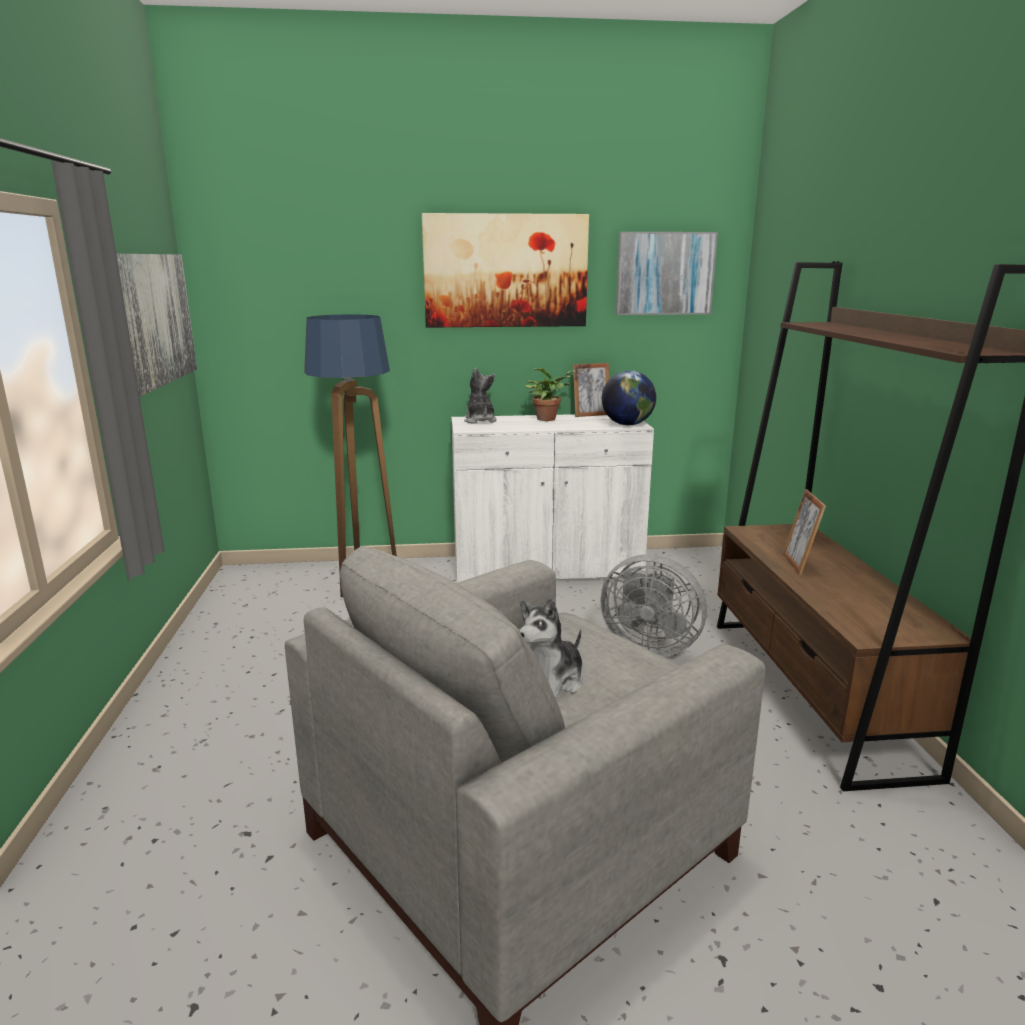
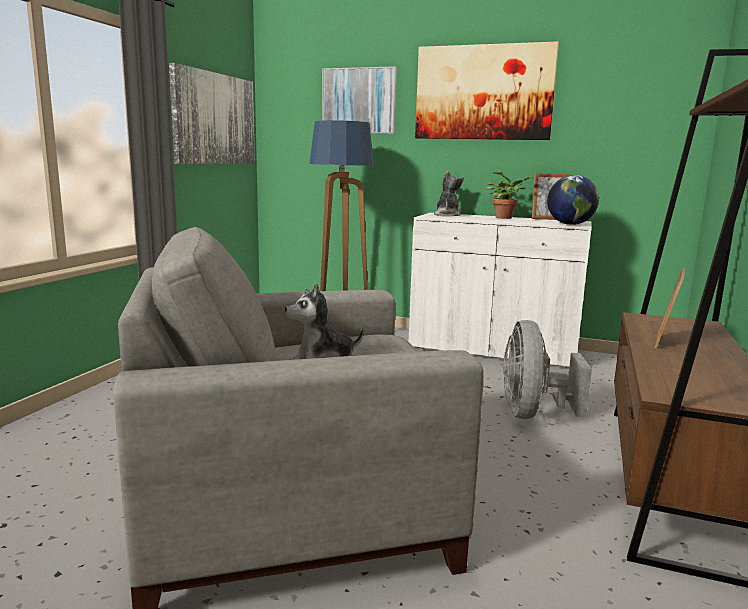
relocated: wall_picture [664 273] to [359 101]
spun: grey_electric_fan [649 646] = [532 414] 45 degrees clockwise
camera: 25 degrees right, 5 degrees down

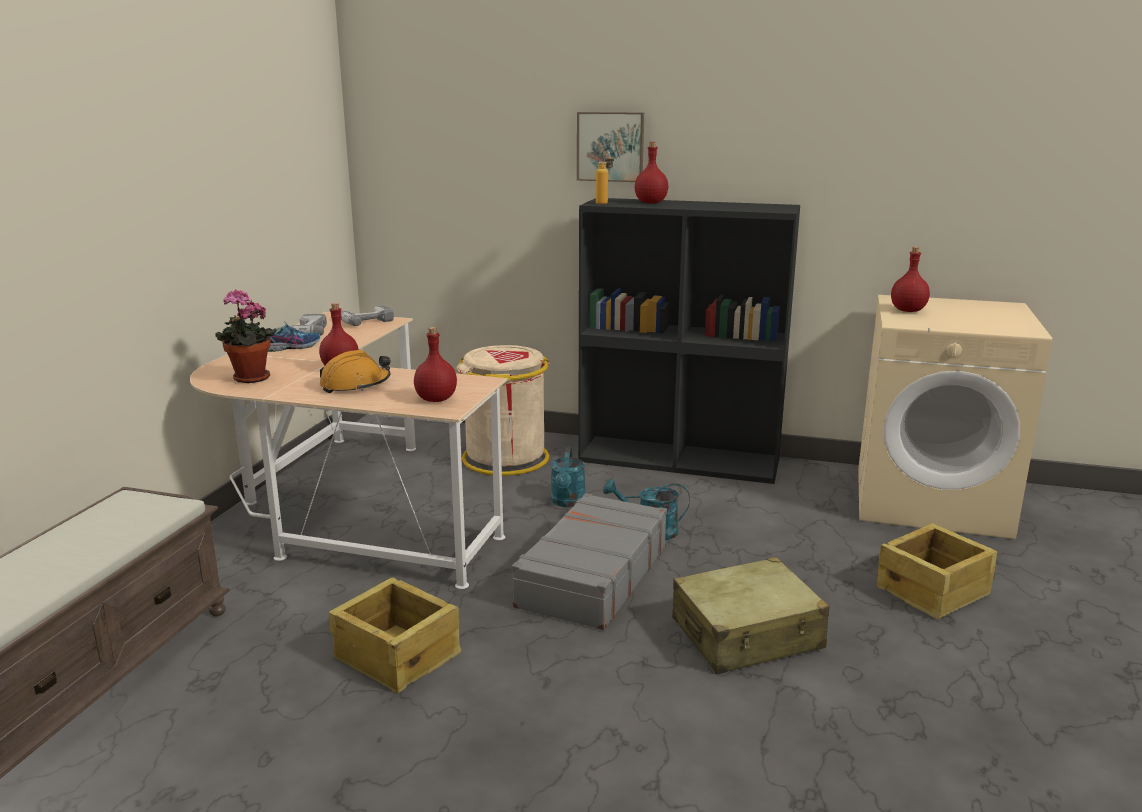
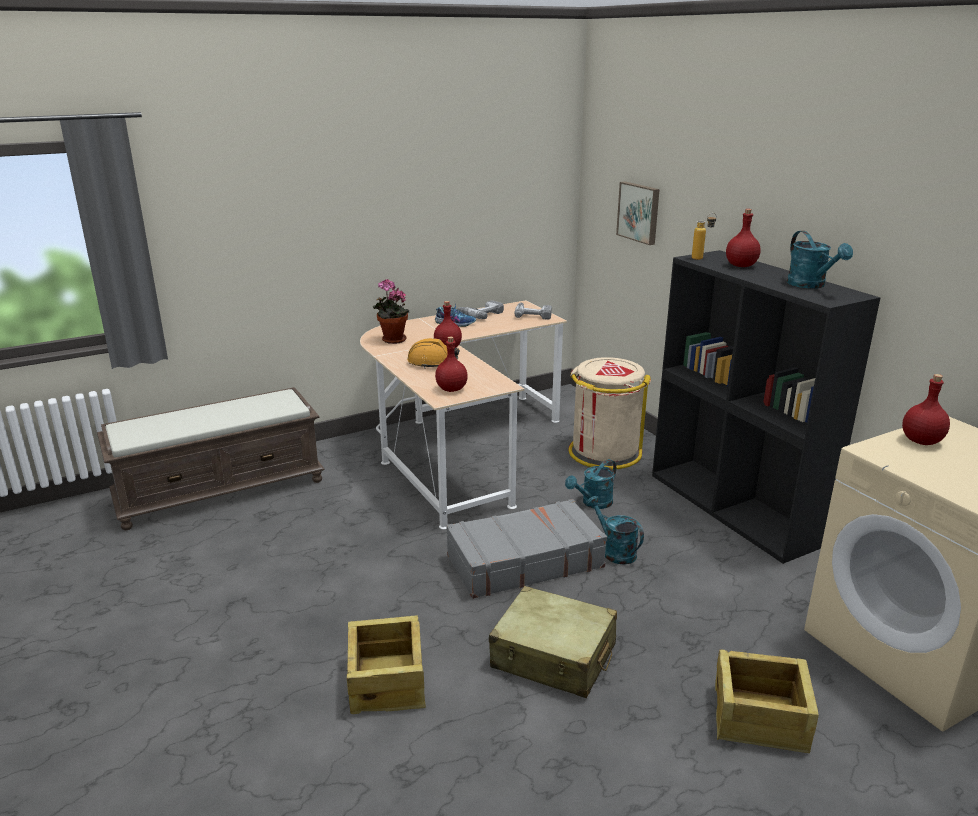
appeared: blue-green_watering_can [811 285]
relocated: shipping_crate [397 654] to [388 680]; wall_picture [610 146] to [639 212]
camera: 45 degrees right, 5 degrees up

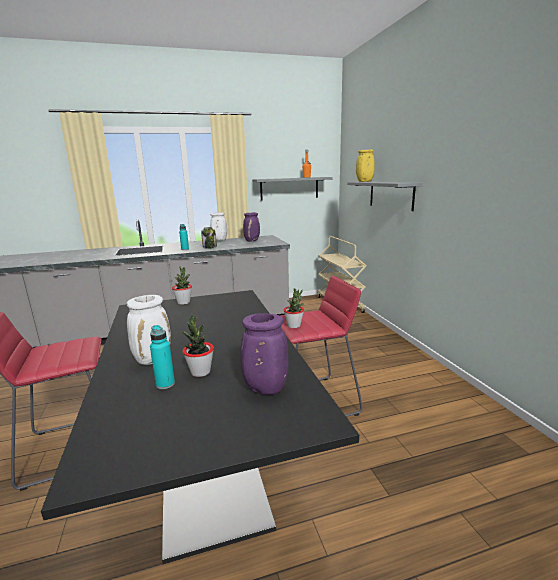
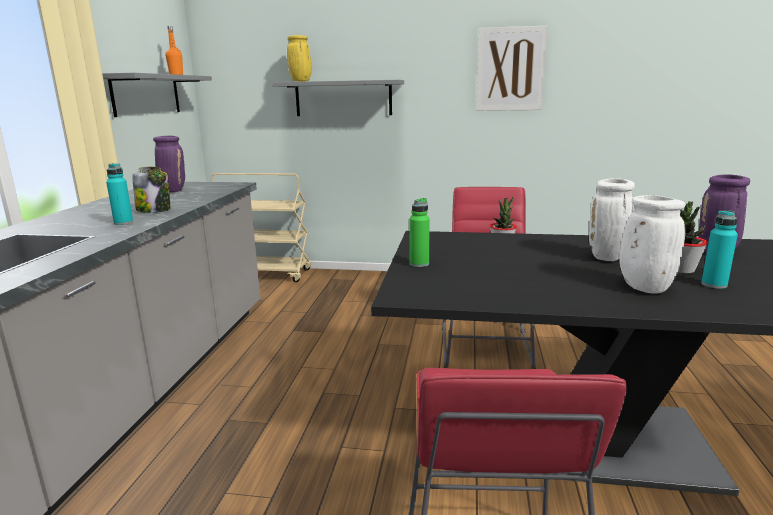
appeared: wall_picture [510 69]
relocated: whitish_flower_vase [219 240] to [607 258]
exchanged: houseplant [183 302] to green_beverage_bottle [419 264]
camera: 65 degrees left, 0 degrees up

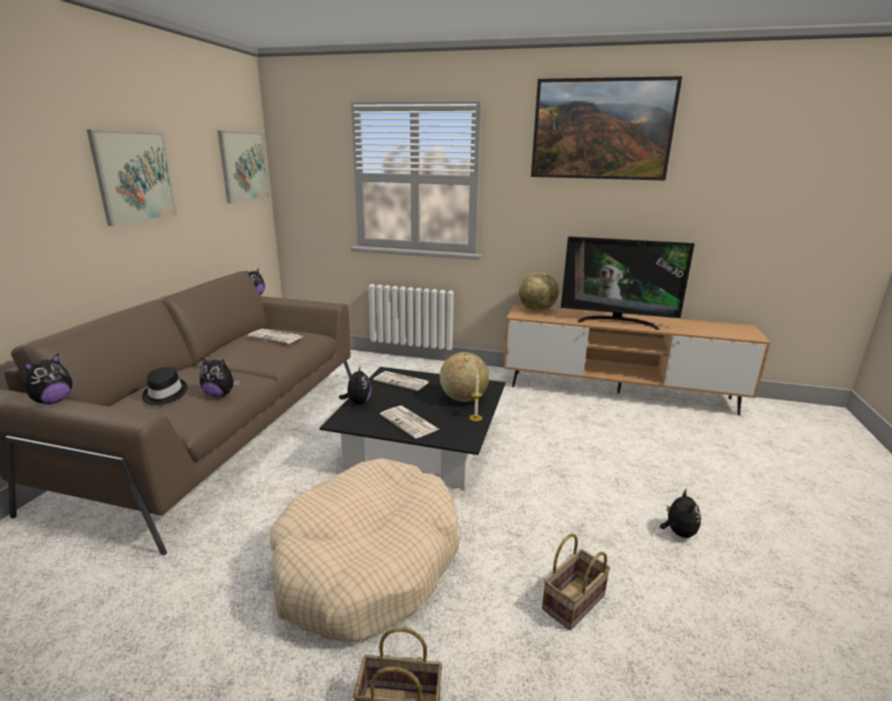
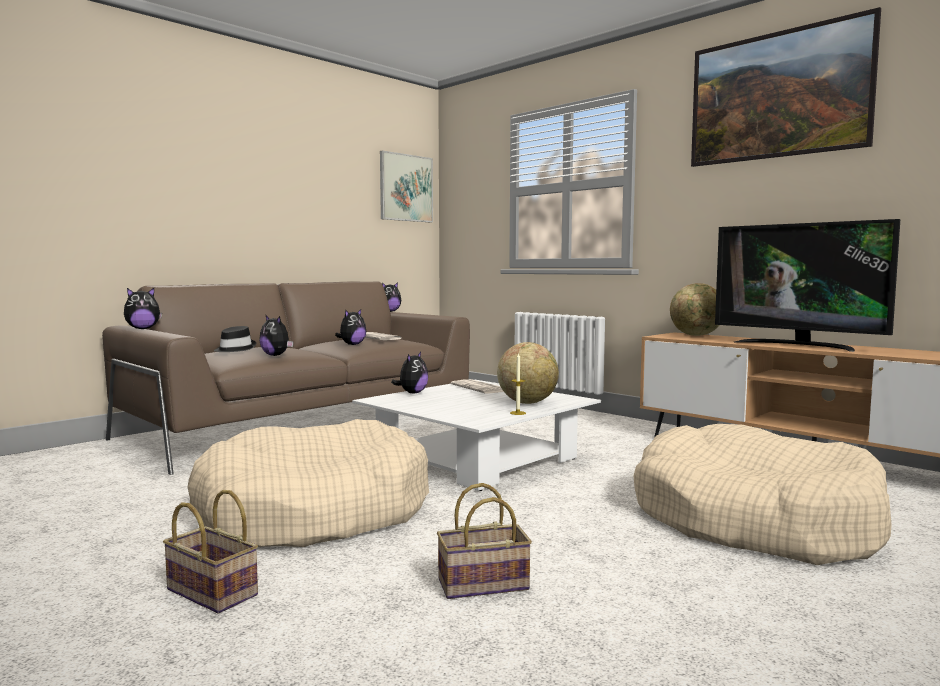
missing: wall_picture [134 177]; printed_paper [410 422]
appeared: sand-coloured_pet_bed [753 520]
relocated: cuddly_toy [678 533] to [352 344]
colour: black_low_table [421 445] to whitish_low_table [476 458]
camera: 30 degrees right, 15 degrees down

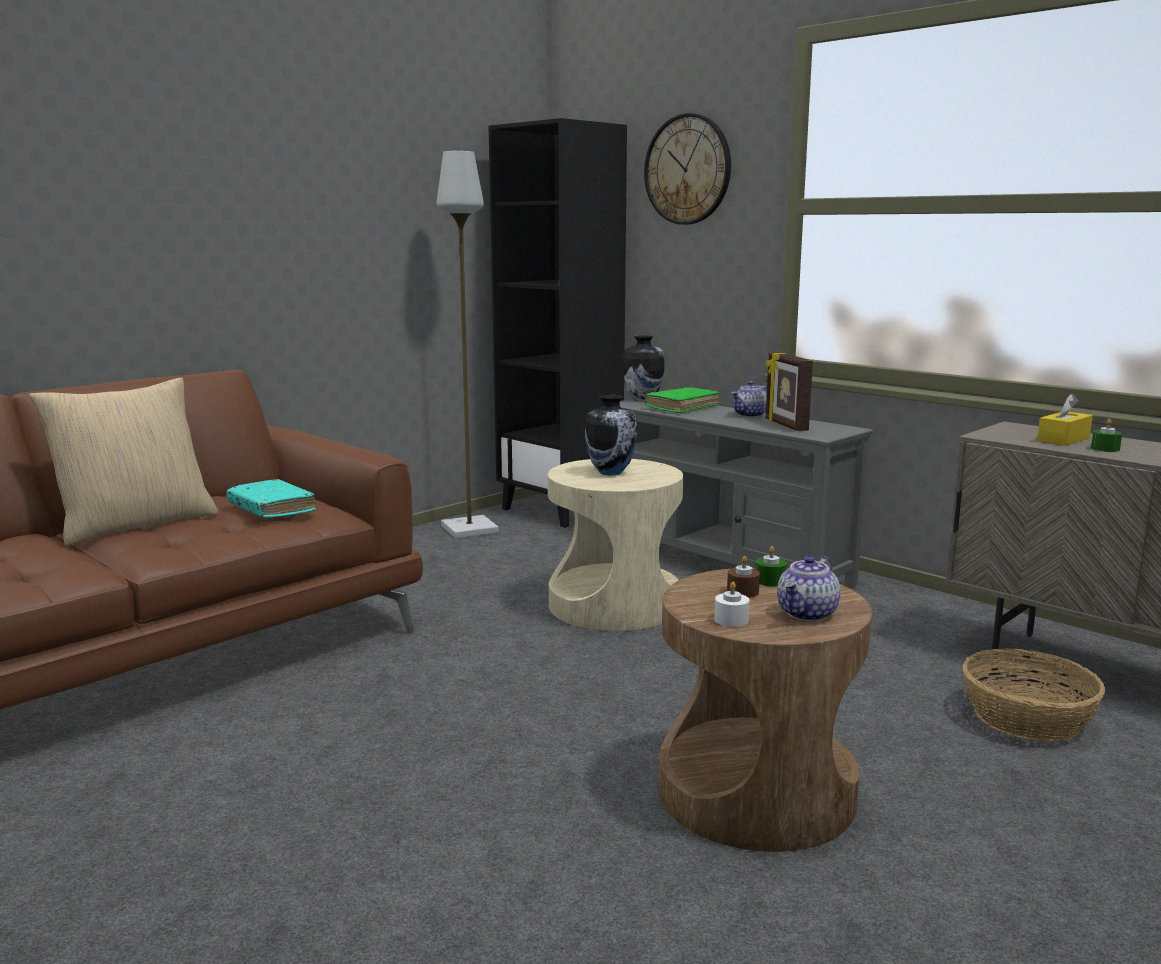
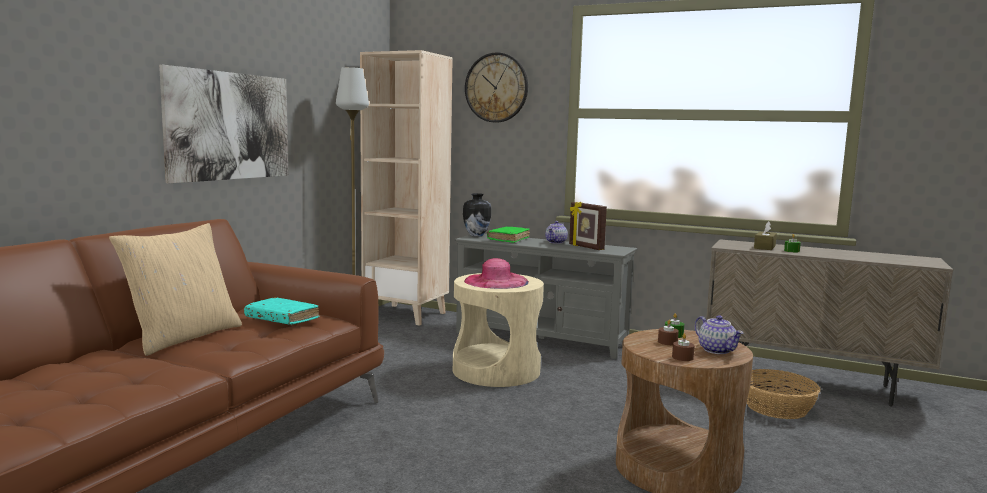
appeared: wall_picture [229 126]
exchanged: flower_vase [611 472] to pink_hat [496 281]
colour: black_bookshelf [560 510] to sand-coloured_bookshelf [406 314]; whitish_candle [731 620] to brown-coloured_candle [682 357]; yellow-coloured_box_of_tissues [1063 439] to brown-coloured_box_of_tissues [764 247]
spun: tea_pot [807 614] = [717 350] 45 degrees counterclockwise
camera: 20 degrees left, 5 degrees down

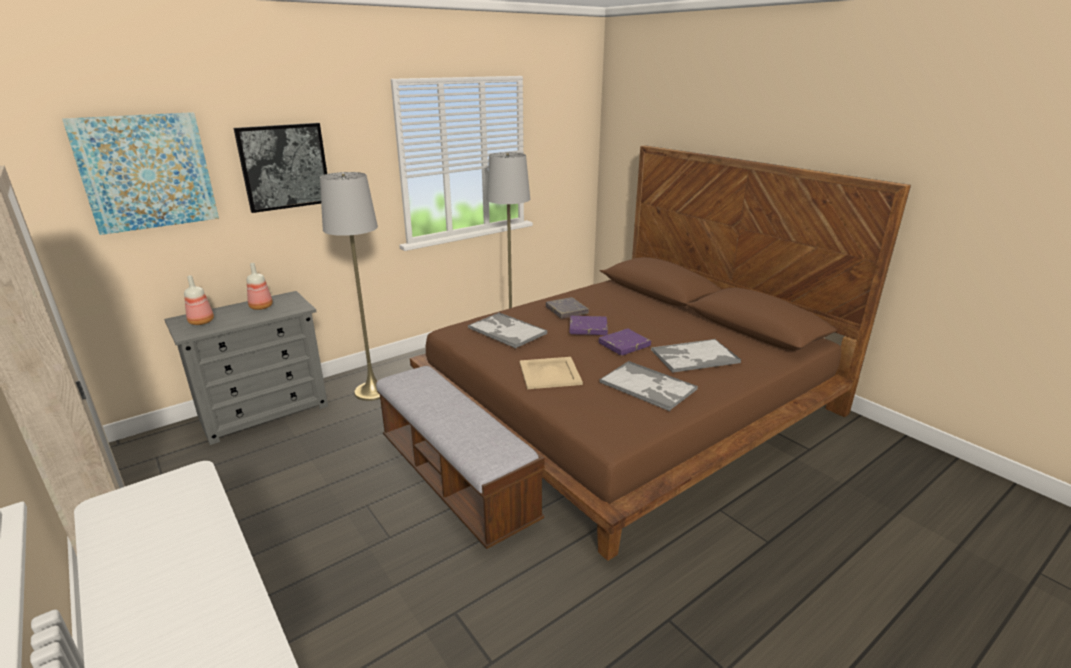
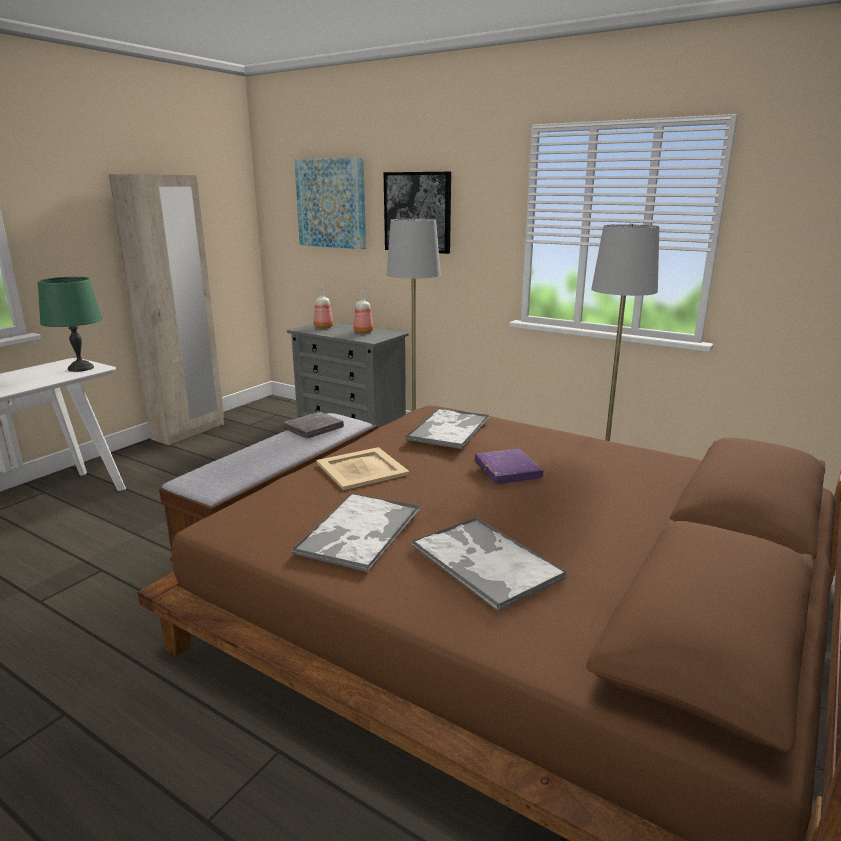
missing: purplish_bound_book [624 345]
appeared: green_tabletop_lamp [80 368]
relocated: grey_bound_book [566 311] to [313 428]
camera: 70 degrees right, 5 degrees down

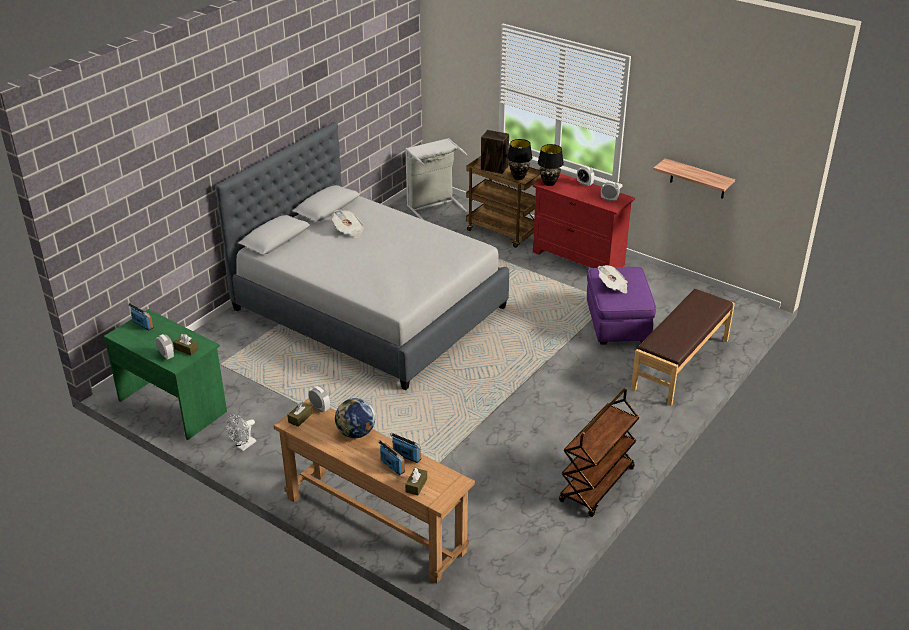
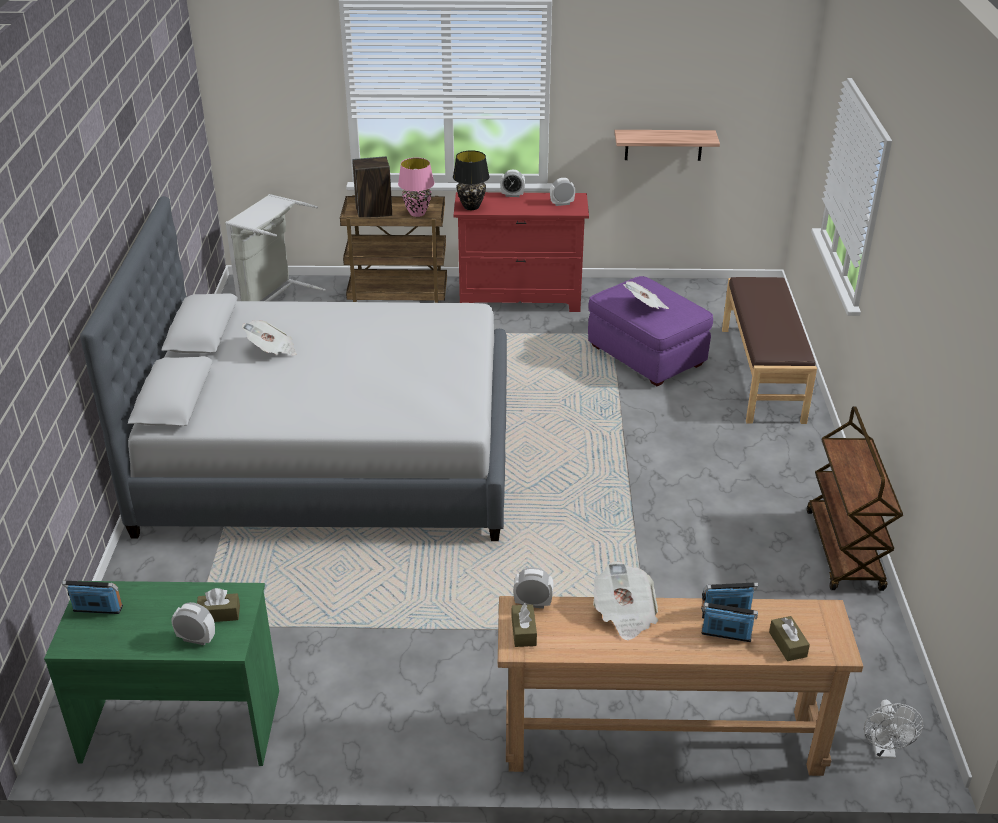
relocated: whitish_electric_fan [243 446] to [884 750]
exchanged: globe [356 433] to printed_paper [624 614]
colour: black_tabletop_lamp [518 177] to pink_tabletop_lamp [417 213]
camera: 35 degrees left, 0 degrees up

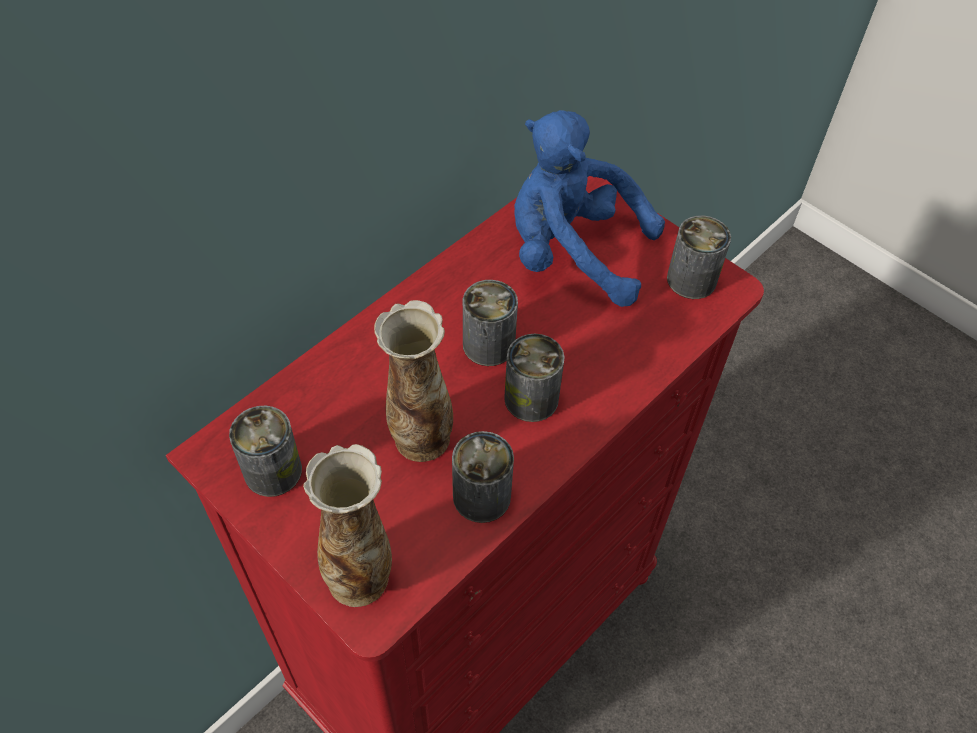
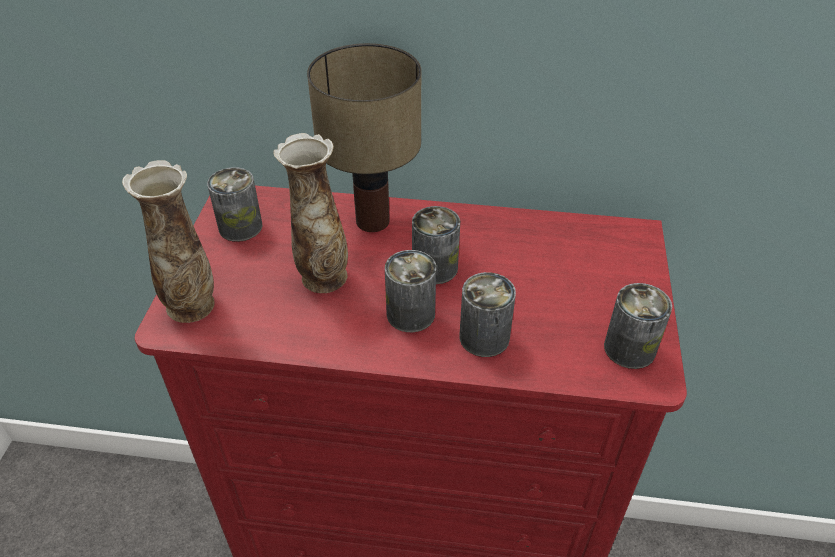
missing: blue_cuddly_toy [572 253]
appeared: tabletop_lamp [371 221]
relocated: sealed_can [481 496] to [484 337]
camera: 55 degrees right, 10 degrees down

